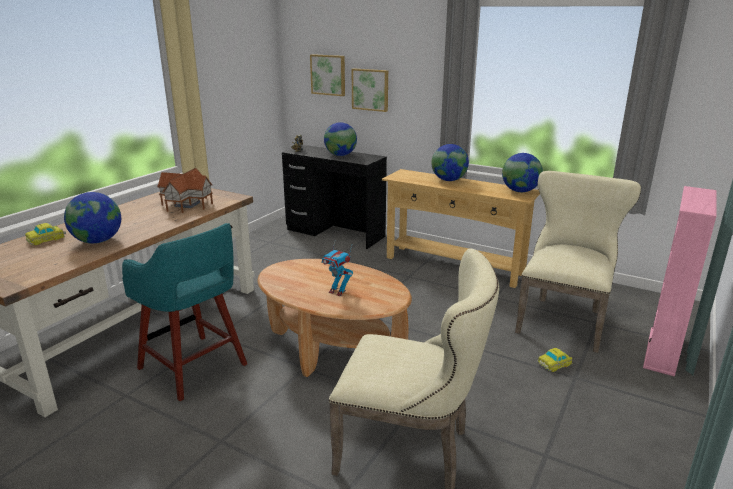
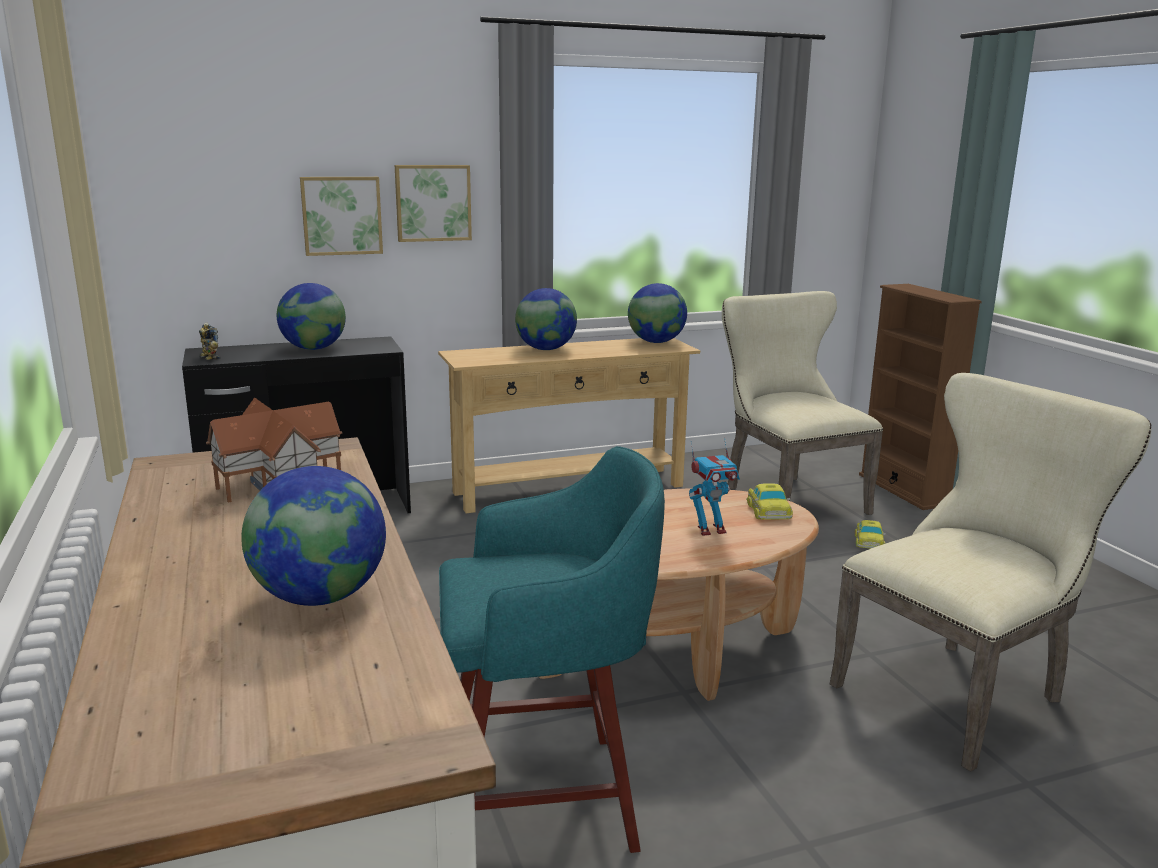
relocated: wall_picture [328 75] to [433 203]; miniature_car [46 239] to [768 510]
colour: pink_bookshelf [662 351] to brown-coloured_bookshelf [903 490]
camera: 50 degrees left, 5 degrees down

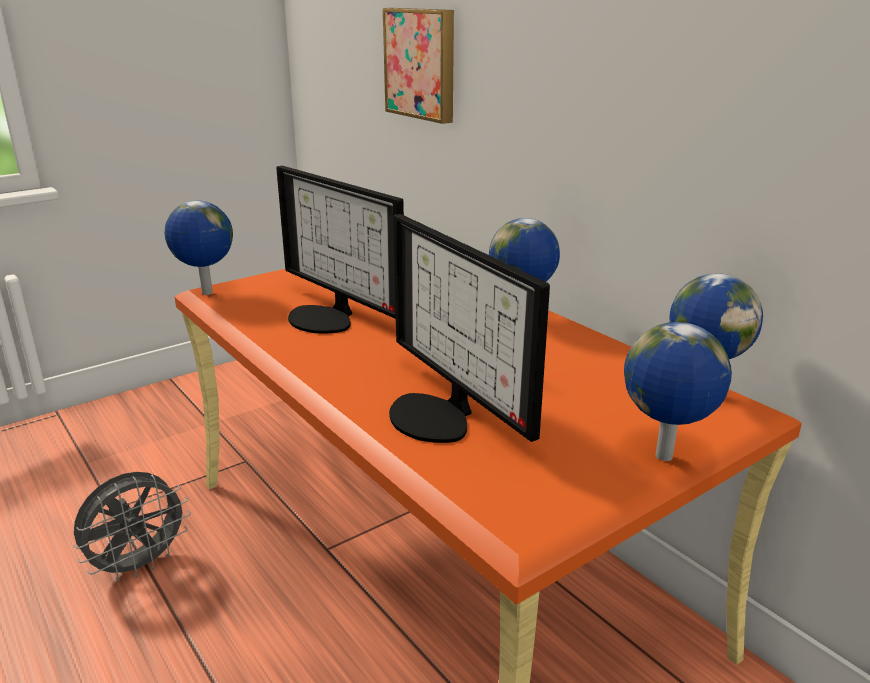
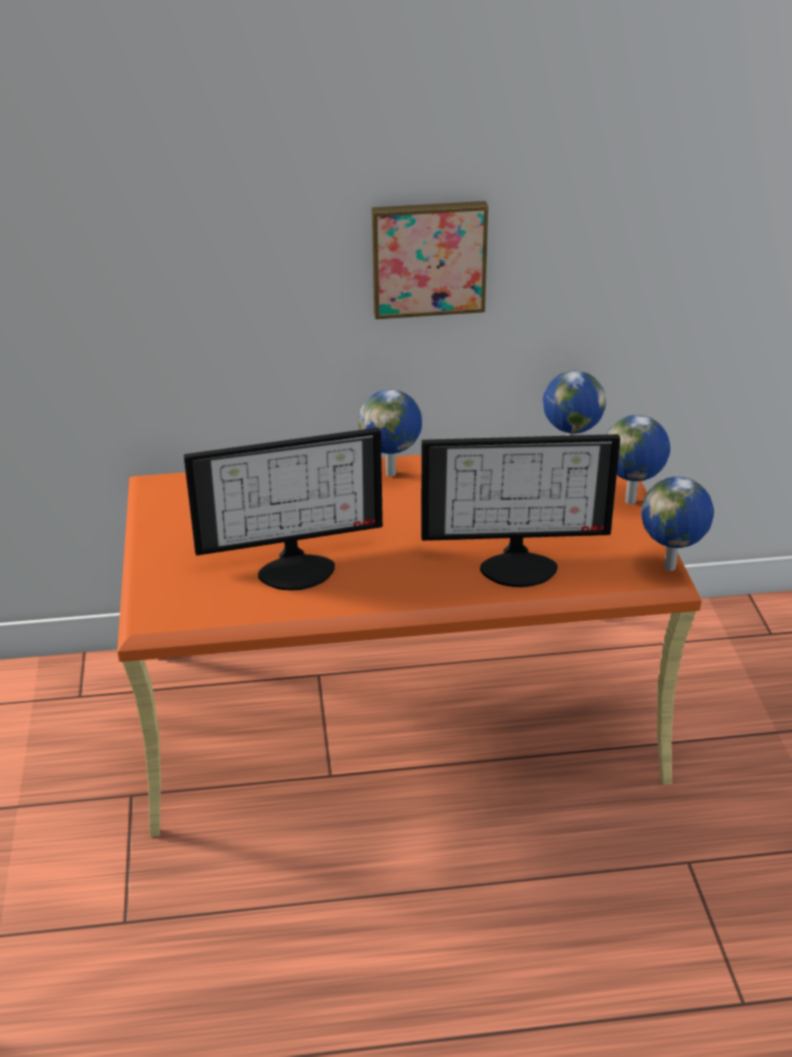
missing: grey_electric_fan [139 565]
relocated: wall_picture [422 64] to [428 258]; globe [206 293] to [671 568]
camera: 60 degrees left, 10 degrees up

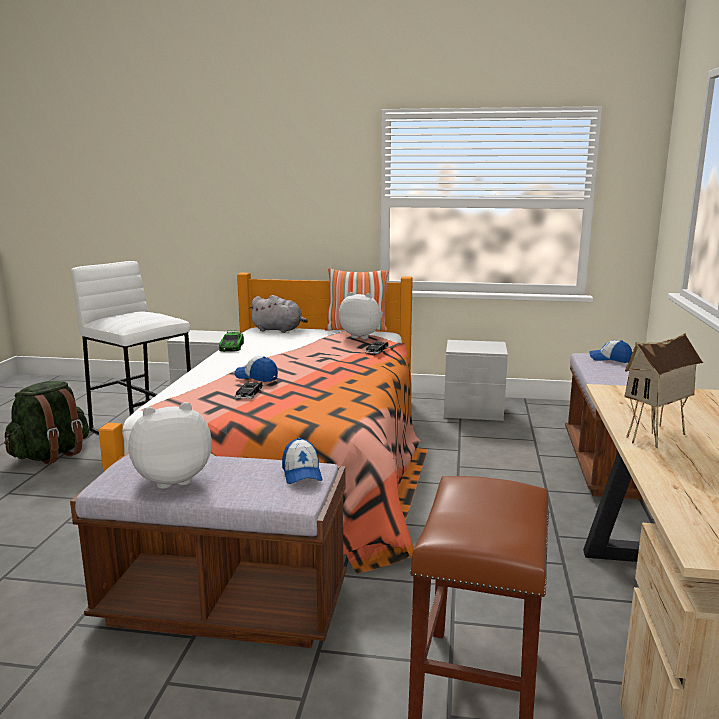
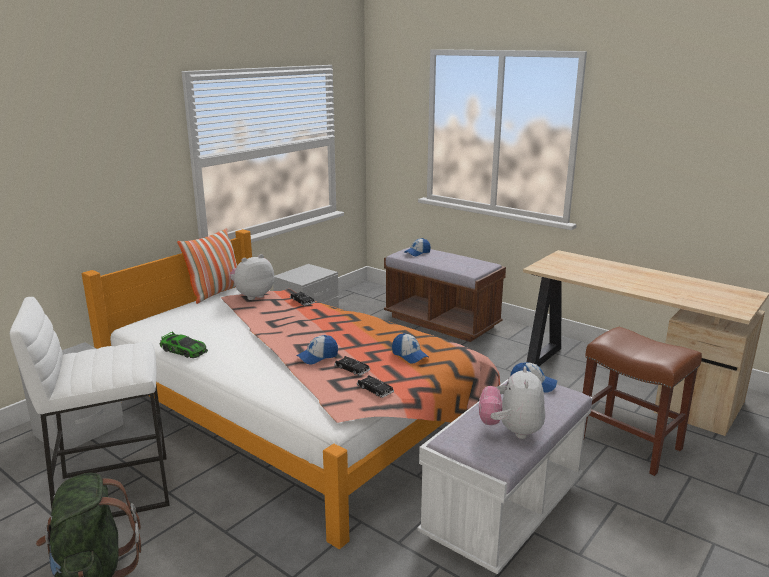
missing: grey_cuddly_toy [279 330]; toy_house [656 438]
appeared: black_miniature_car [375 389]; cap [409 355]
colour: brown-coloured_bench [223 606] to whitish_bench [504 511]
camera: 60 degrees left, 5 degrees up

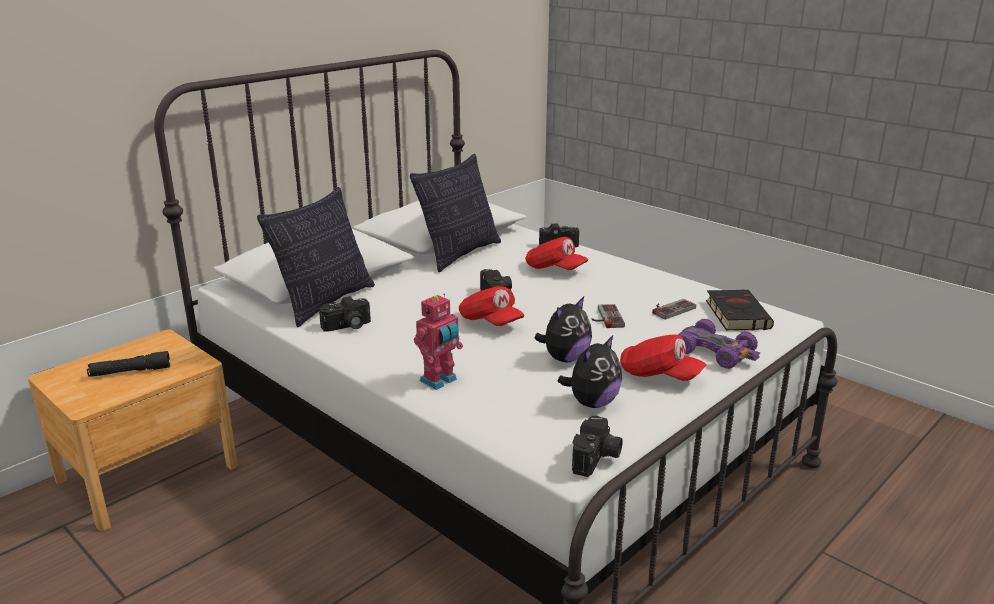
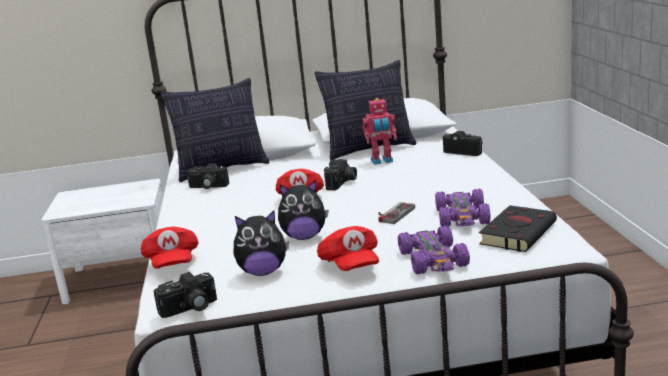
missing: black_hand_torch [130 372]
relocated: red-coloured_cap [555 269] to [172 264]; model_robot [440 381] to [382 161]
exchanged: gamepad [670 309] to purplish_miniature_car [462 217]
colour: brown-coloured_bedside_table [148 473] to whitish_bedside_table [121 278]
camera: 40 degrees right, 5 degrees down

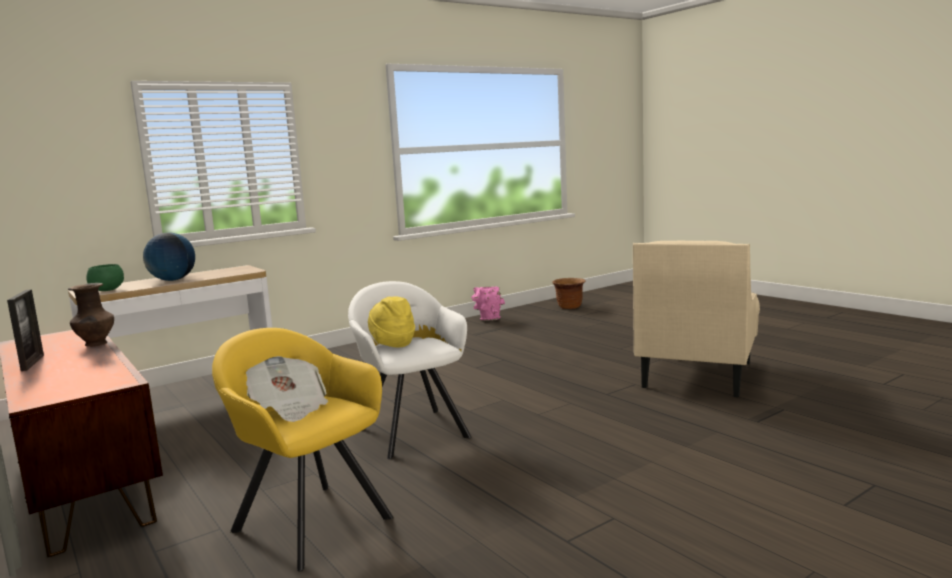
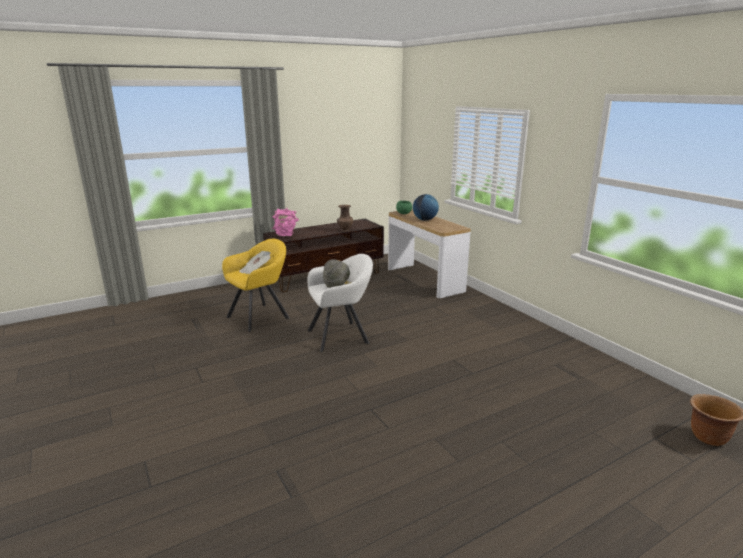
missing: standing_frame [32 363]; sand-coloured_lounge_chair [697 374]
relocated: pink_flower_vase [488 320] to [286 235]
colour: yellow-coloured_hat [392 344] to grey_hat [336 285]
camera: 95 degrees right, 10 degrees up

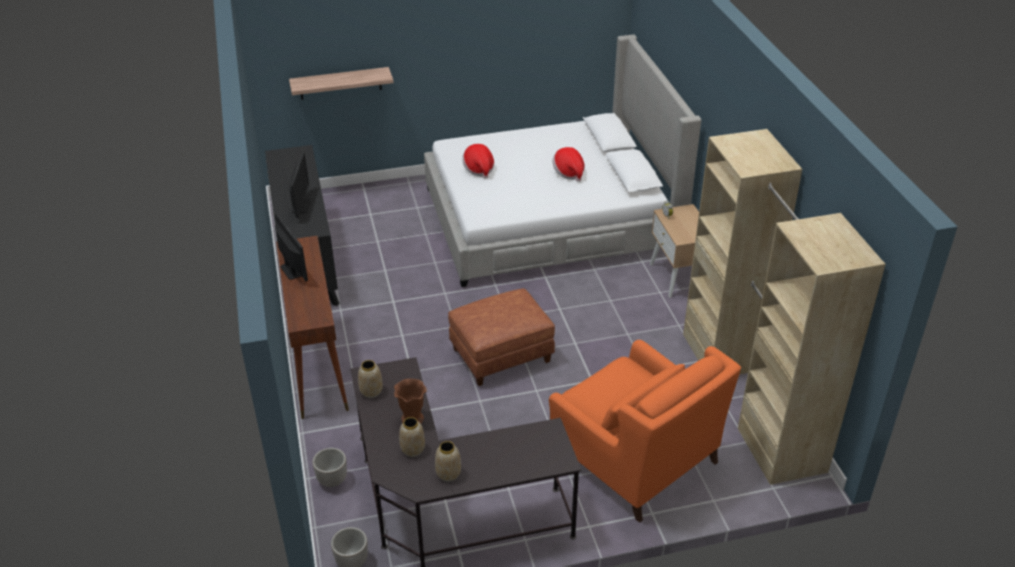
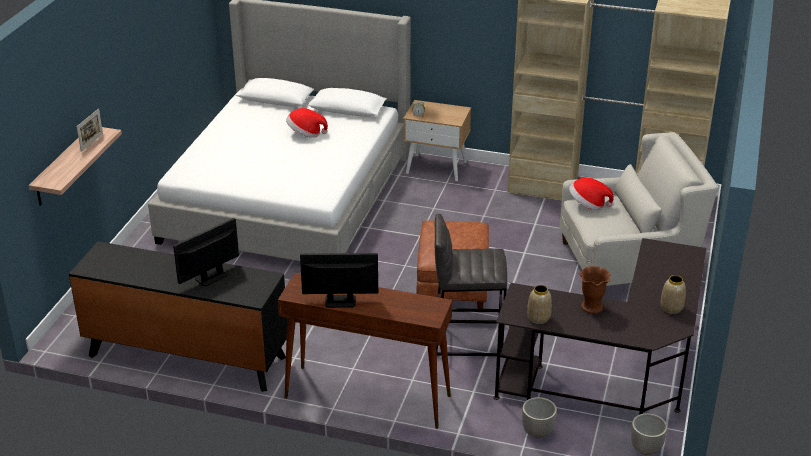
missing: flower_vase [412 449]
appeared: standing_frame [92 142]; grey_stool [467 338]
relocated: hat [479 169] to [588 205]
colour: orangey_lounge_chair [634 457] to whitish_lounge_chair [626 265]
spun: computer_display [301 206] = [211 277] 75 degrees counterclockwise
camera: 60 degrees left, 5 degrees down

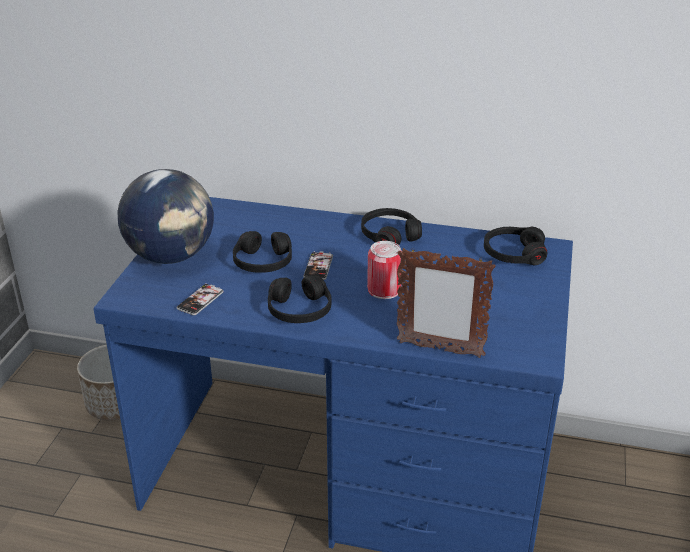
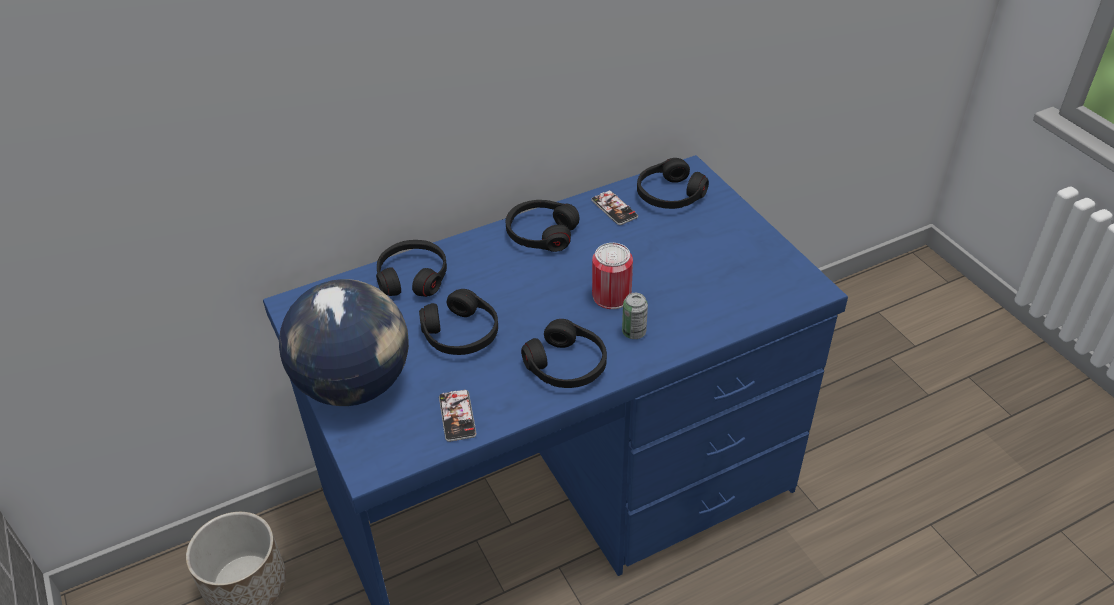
missing: standing_frame [439 349]
appeared: black_pair_of_headphones [413 277]; sealed_can [634 332]
relocated: handset [318 267] to [614 209]
camera: 40 degrees left, 10 degrees up

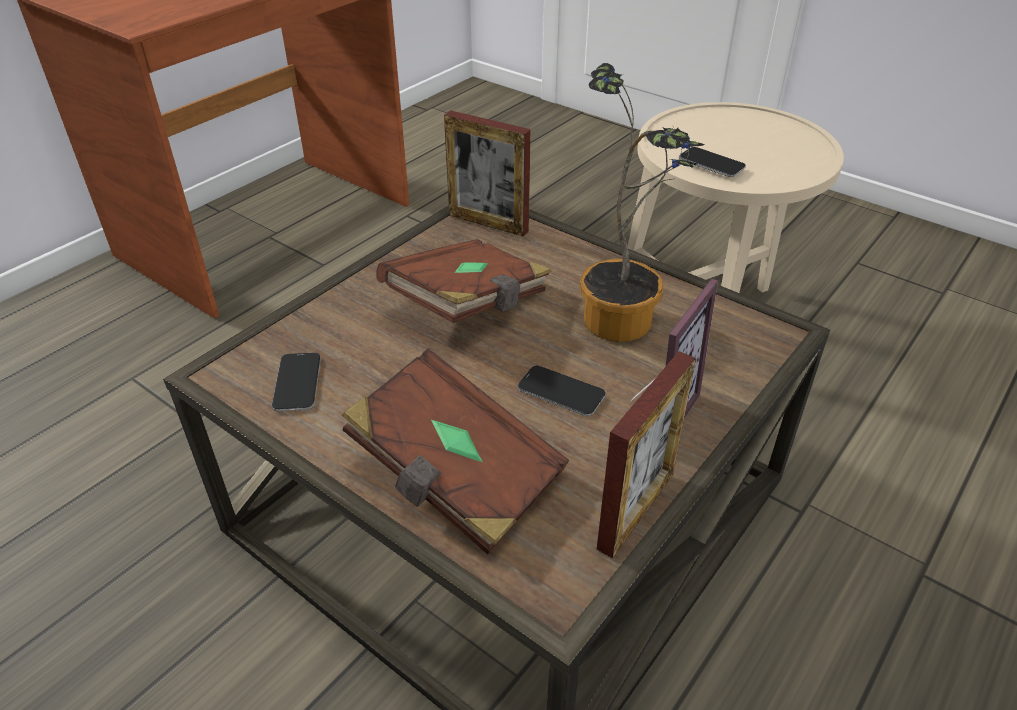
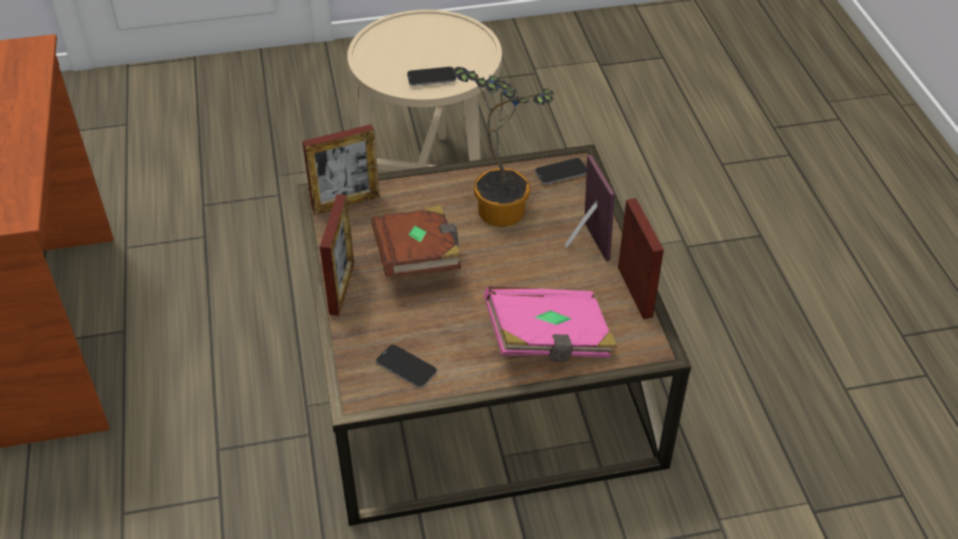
appeared: standing_frame [342 288]
relocated: handset [561 392] to [561 172]
colour: brown-coloured_bound_book [456 476] to pink_bound_book [548 341]
camera: 50 degrees left, 5 degrees up

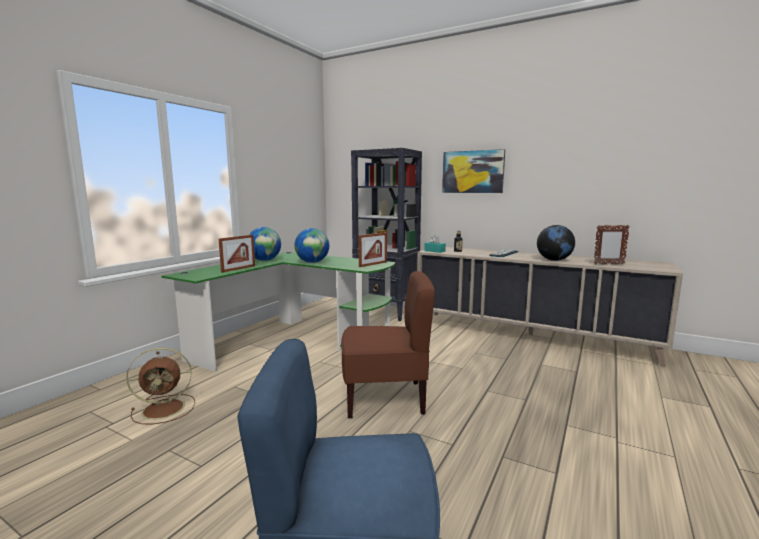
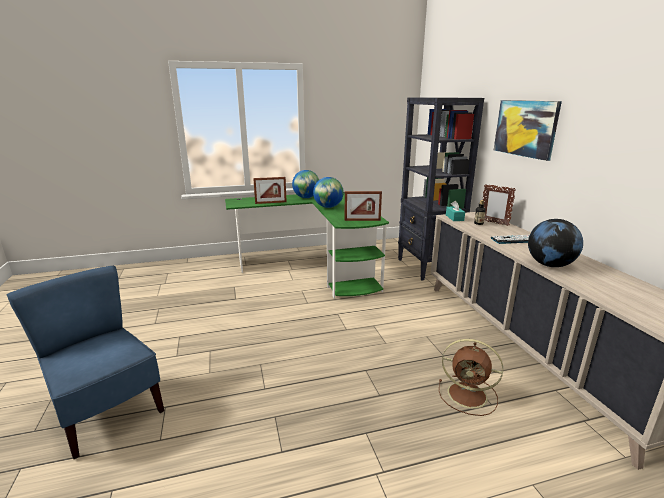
missing: brown-coloured_chair [385 398]
relocated: brown-coloured_electric_fan [165 409] to [469 395]; standing_frame [608 264] to [494 223]
camera: 45 degrees right, 10 degrees up

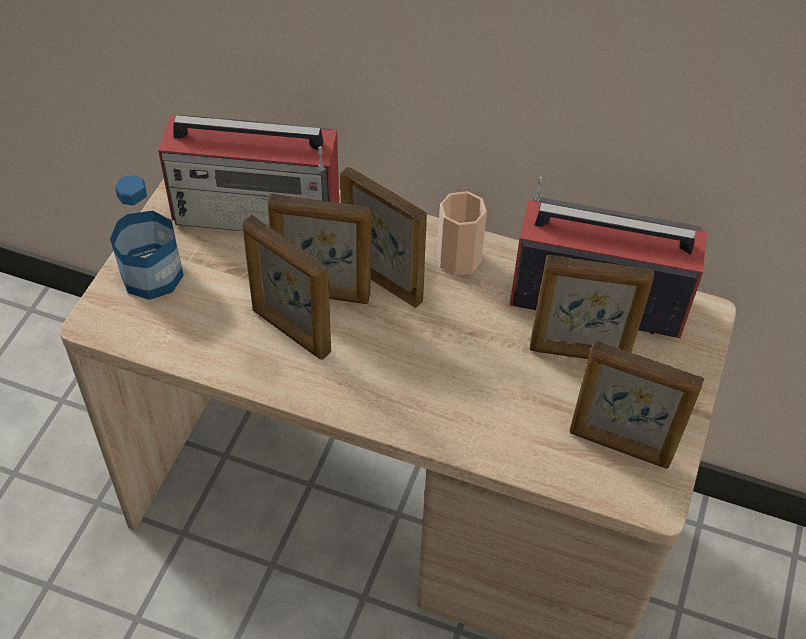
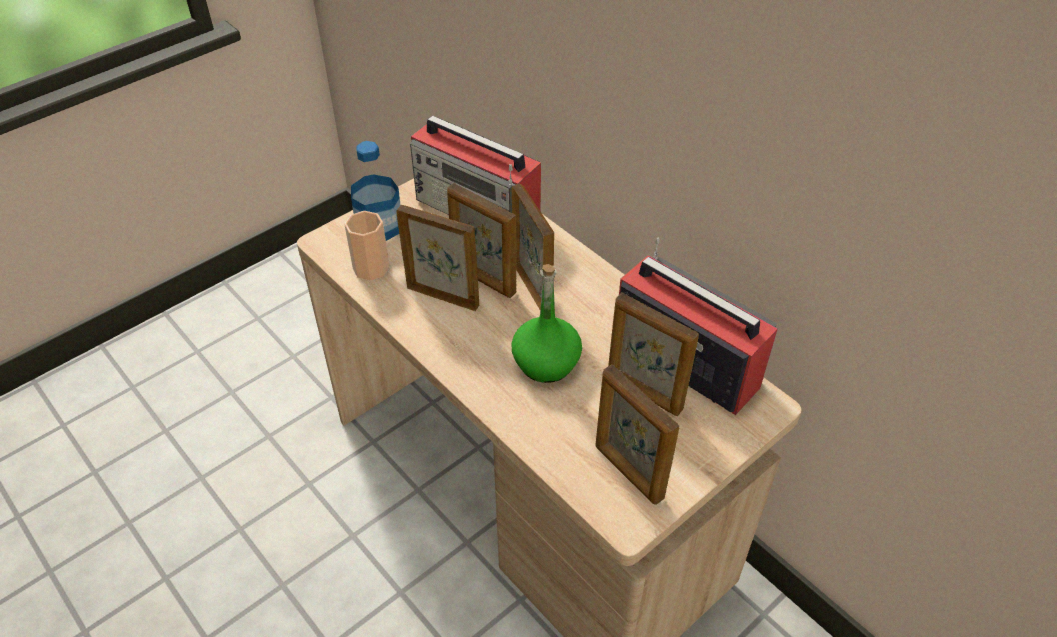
appeared: green_beverage_bottle [546 363]
relocated: drinking_cup [458 259] to [371 268]
spun: standing_frame [290 331] = [443 295] 135 degrees clockwise
camera: 30 degrees right, 5 degrees down

